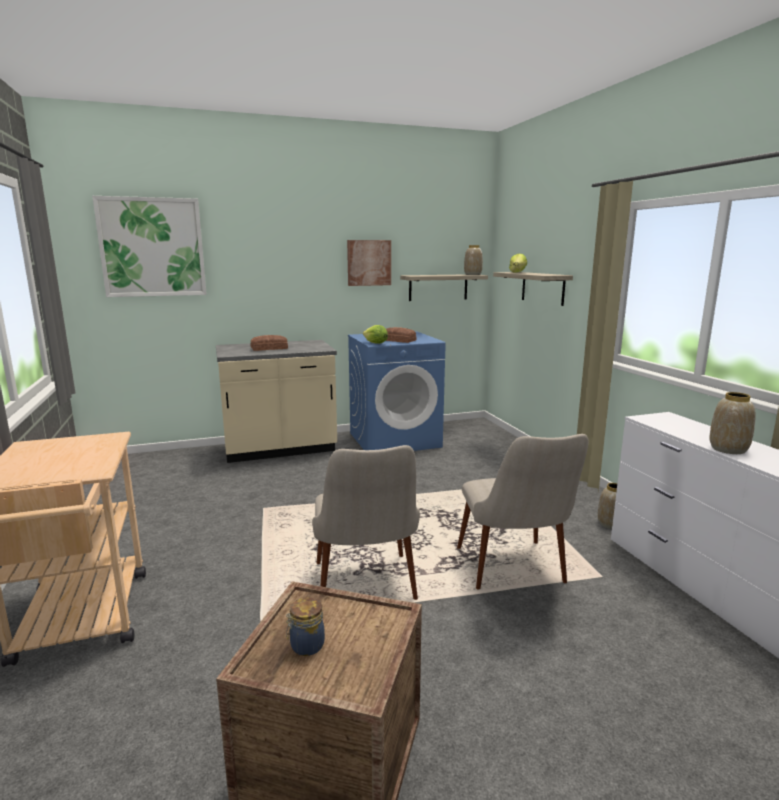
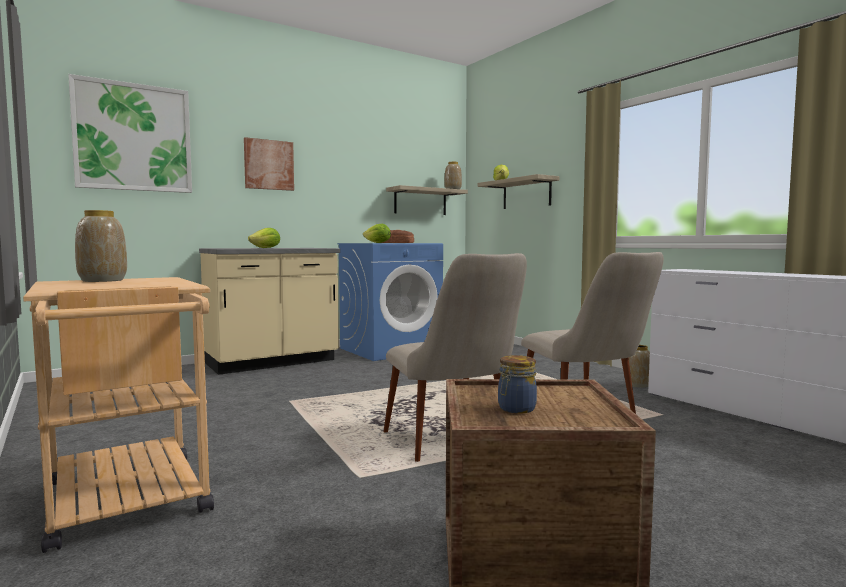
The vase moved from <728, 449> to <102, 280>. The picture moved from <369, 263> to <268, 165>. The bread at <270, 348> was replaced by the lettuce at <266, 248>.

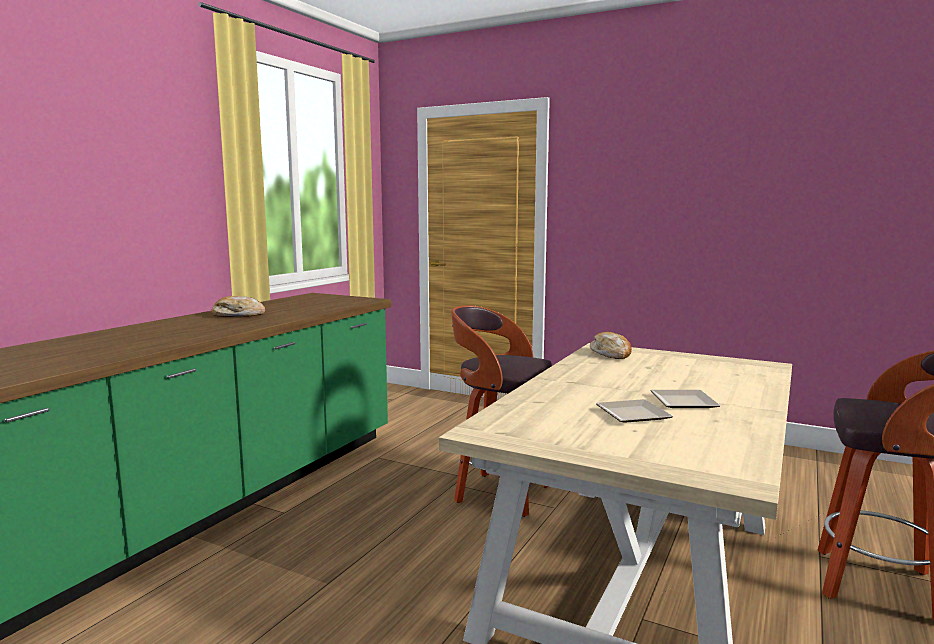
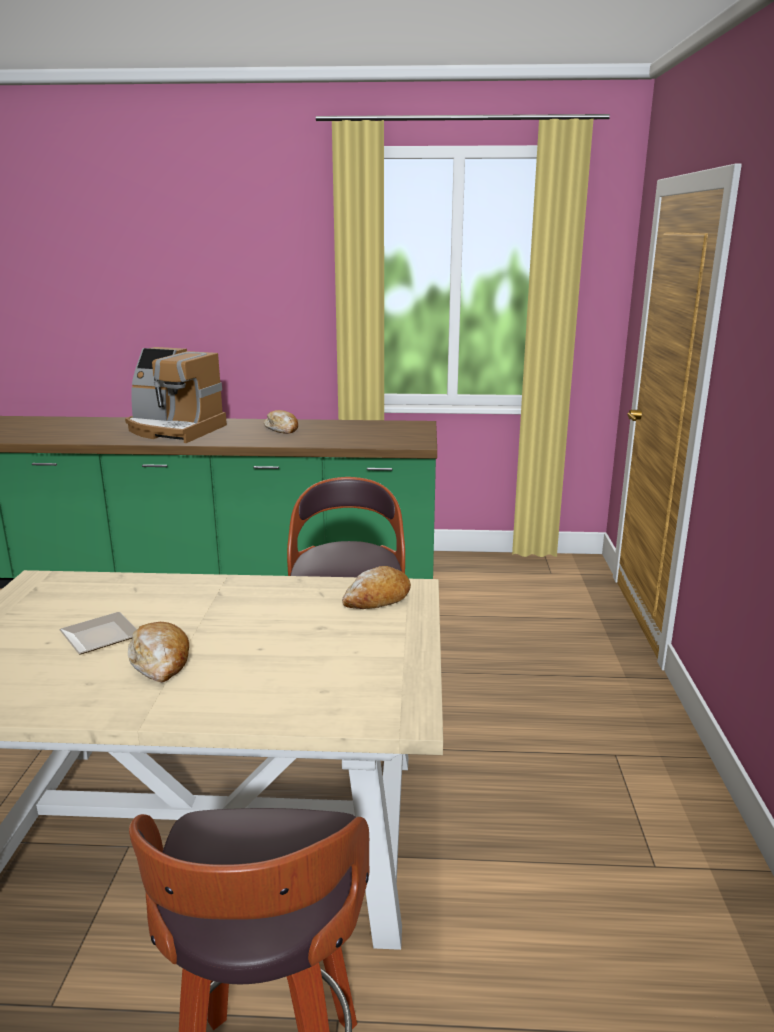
The coffee machine at <174, 430> appeared. The plate at <685, 402> was replaced by the bread at <160, 661>.

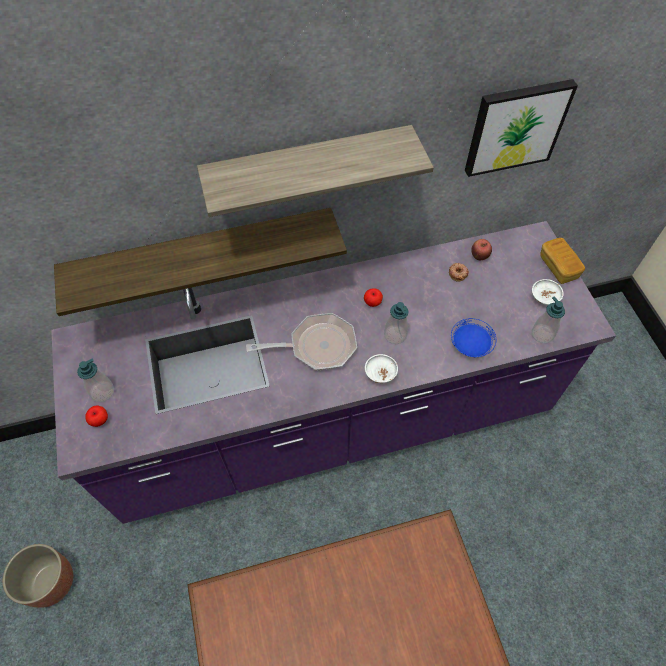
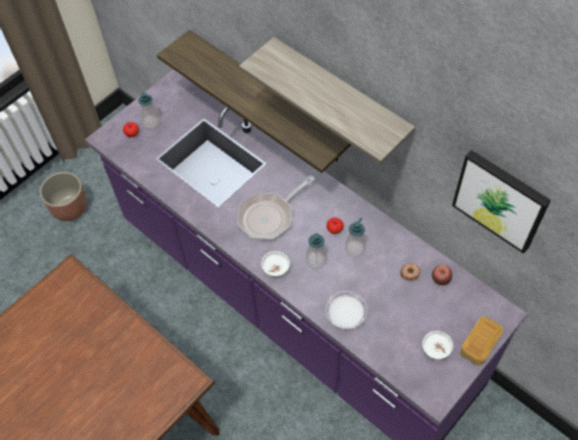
The frying pan at <317, 346> turned 90 degrees clockwise. The plate/blue at <470, 345> became the plate/white at <345, 315>. The soap dispenser moved from <542, 334> to <355, 248>.

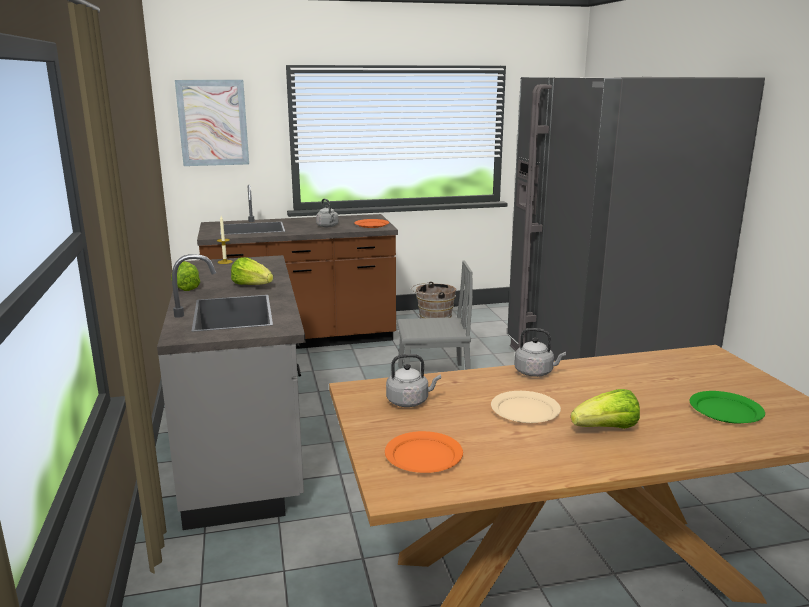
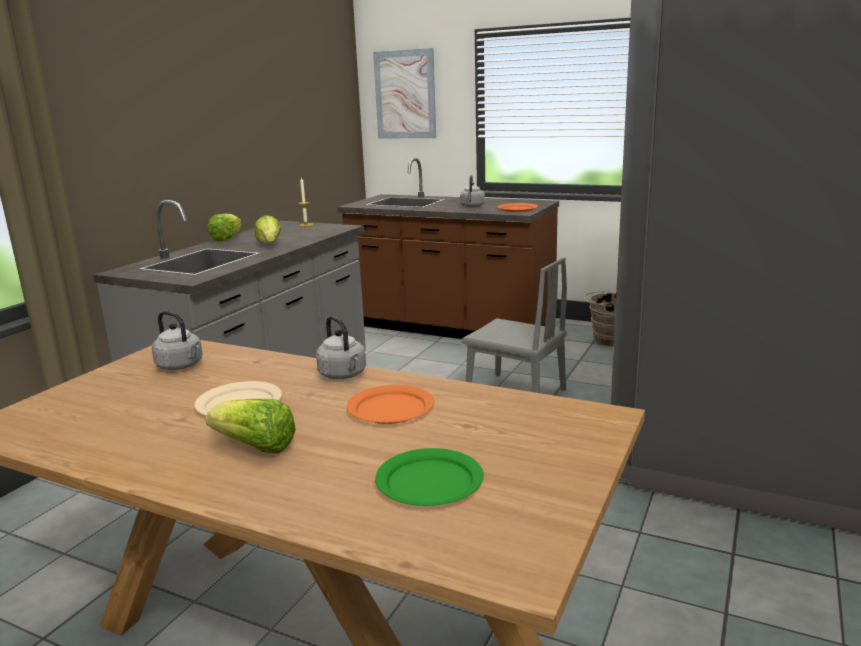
The plate/orange moved from <423, 455> to <391, 408>.

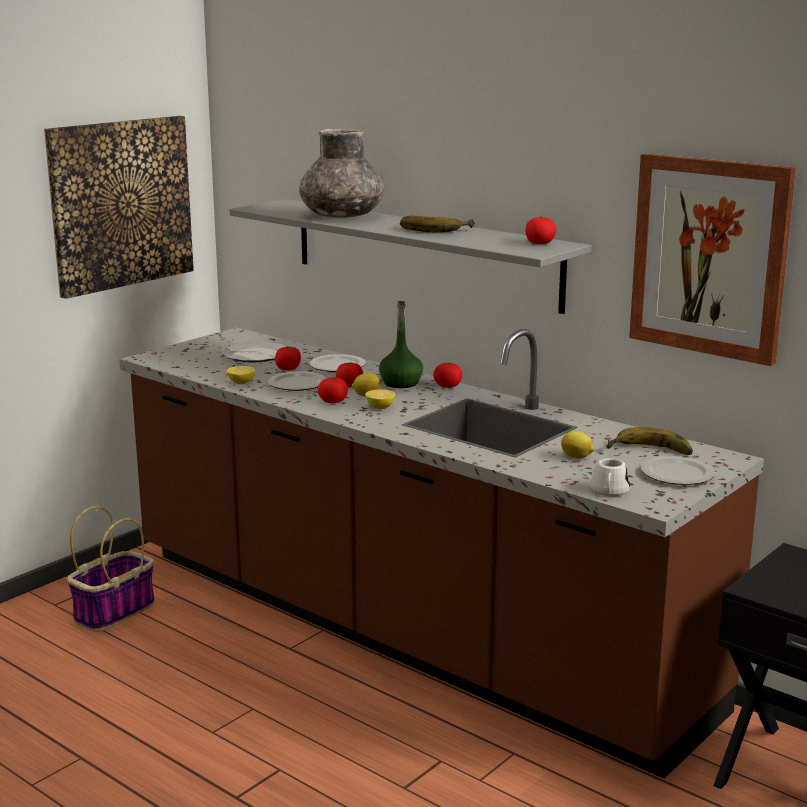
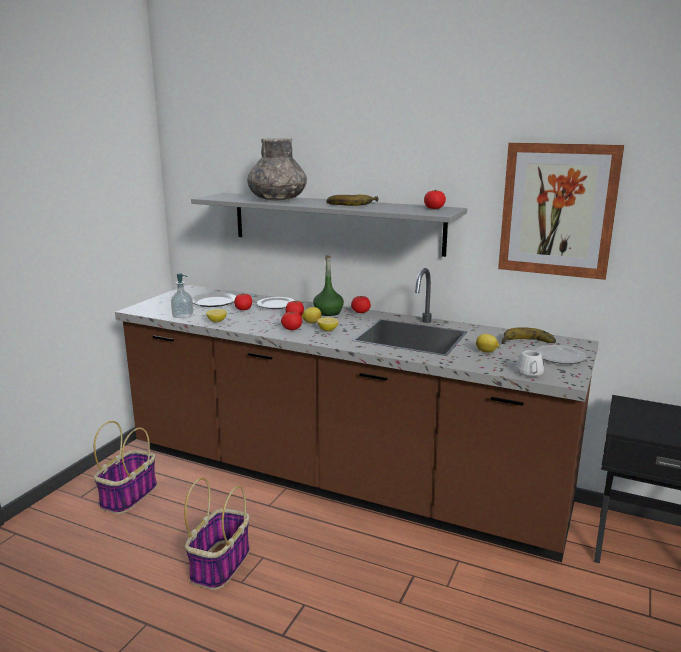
The soap dispenser at <183, 316> appeared. The basket at <220, 564> appeared. The picture at <120, 204> disappeared. The plate at <296, 384> disappeared.

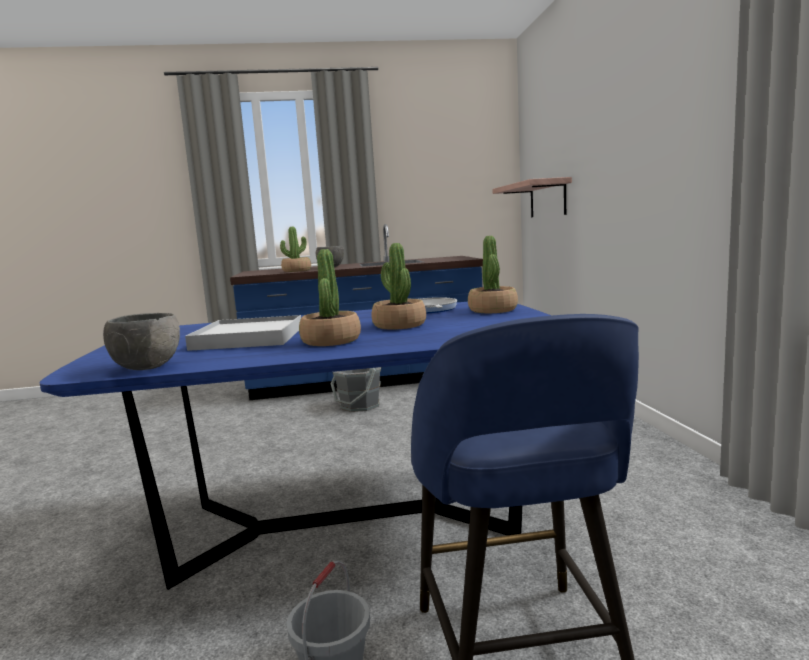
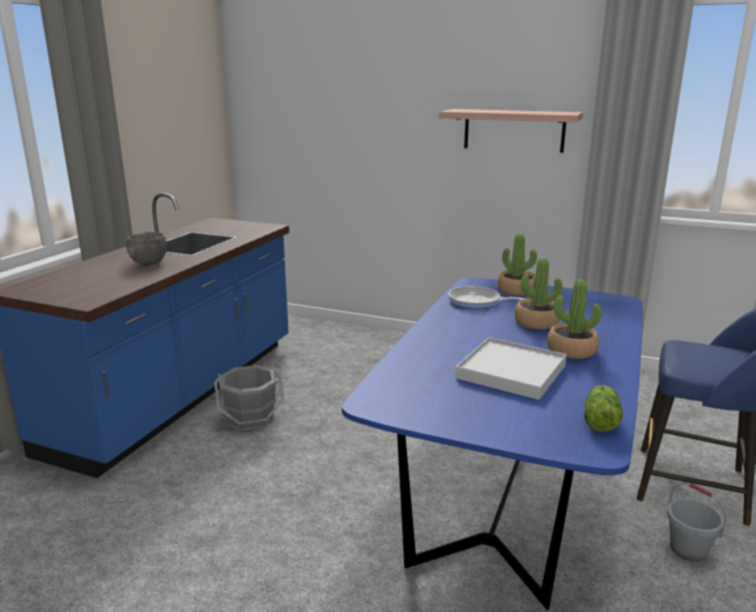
The shelf moved from <547, 199> to <514, 130>. The bowl/grey at <148, 367> was replaced by the lettuce at <601, 420>. The potted plant at <296, 271> disappeared.

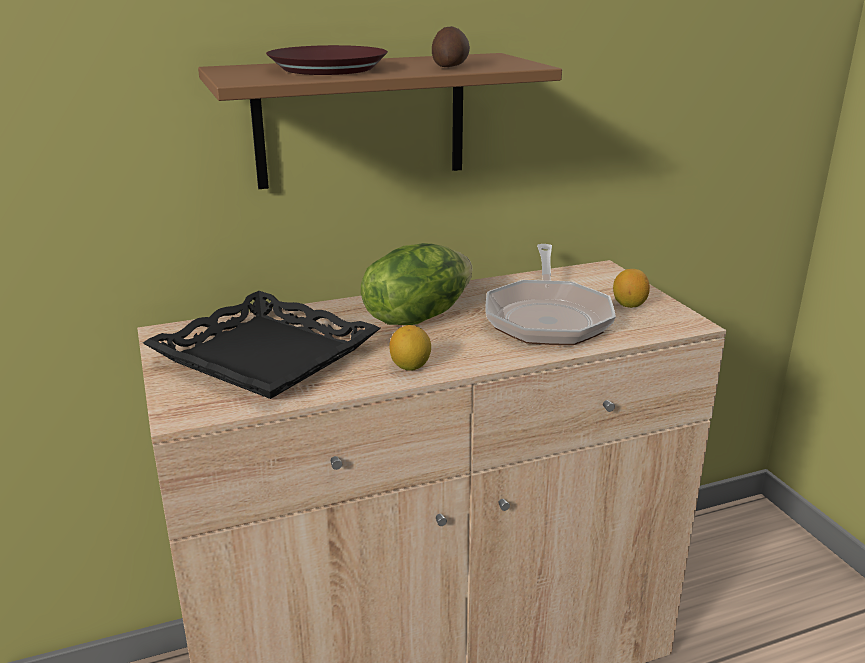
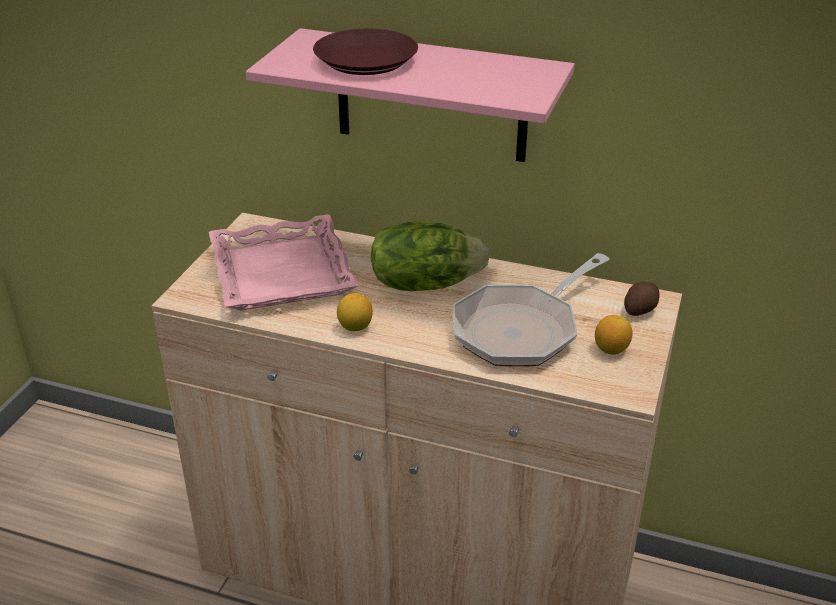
The tray/black at <264, 356> became the tray/pink at <281, 273>. The shelf/brown at <361, 120> became the shelf/pink at <431, 96>. The potato moved from <450, 66> to <641, 309>.

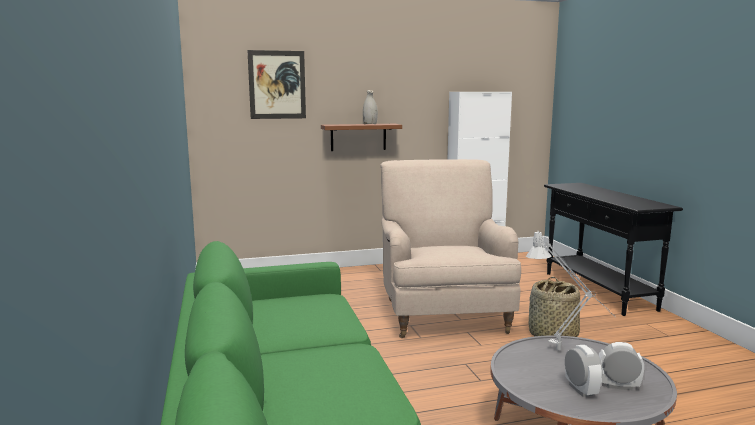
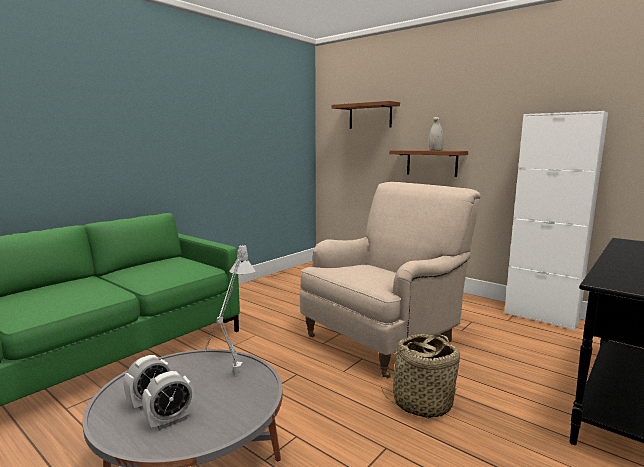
The alarm clock at <618, 386> turned 75 degrees clockwise. The picture at <277, 85> was replaced by the shelf/brown at <370, 116>.

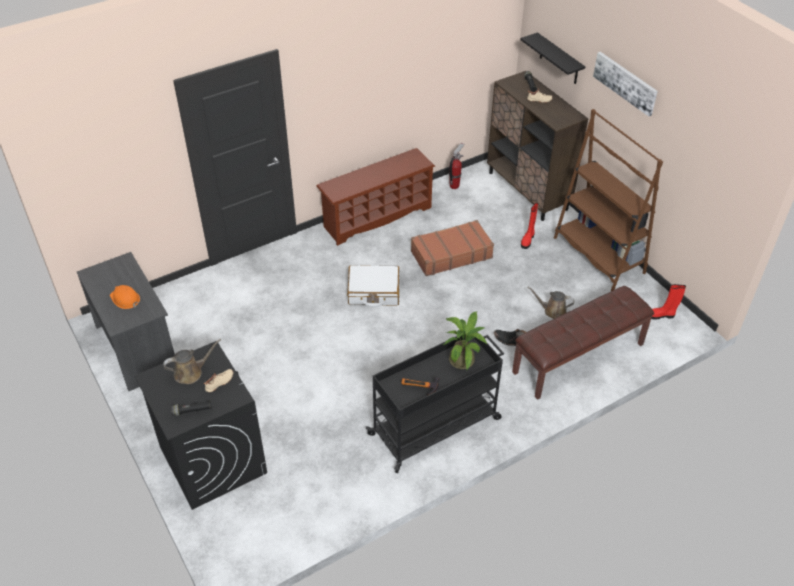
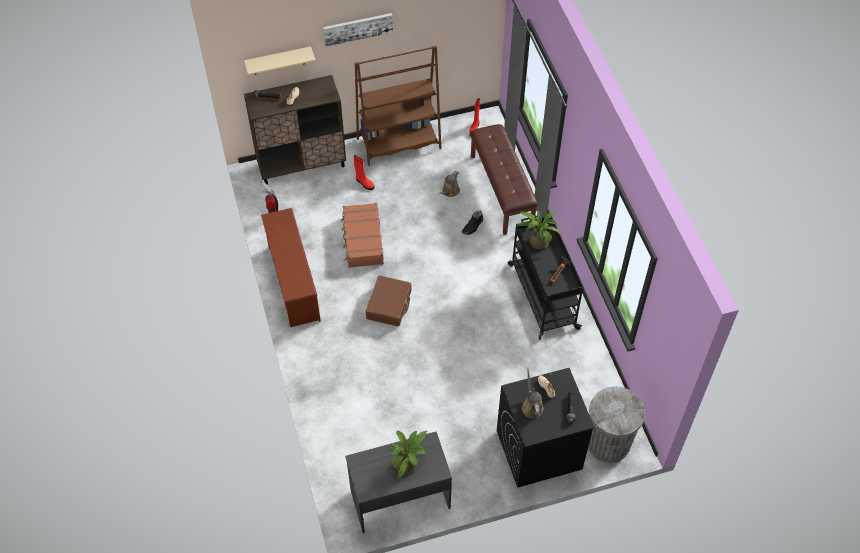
The shelf/black at <559, 59> became the shelf/beige at <278, 61>. The suitcase/white at <373, 292> became the suitcase/brown at <389, 305>. The hard hat/orange at <125, 299> was replaced by the potted plant at <408, 463>. The trash can/grey at <608, 442> appeared.

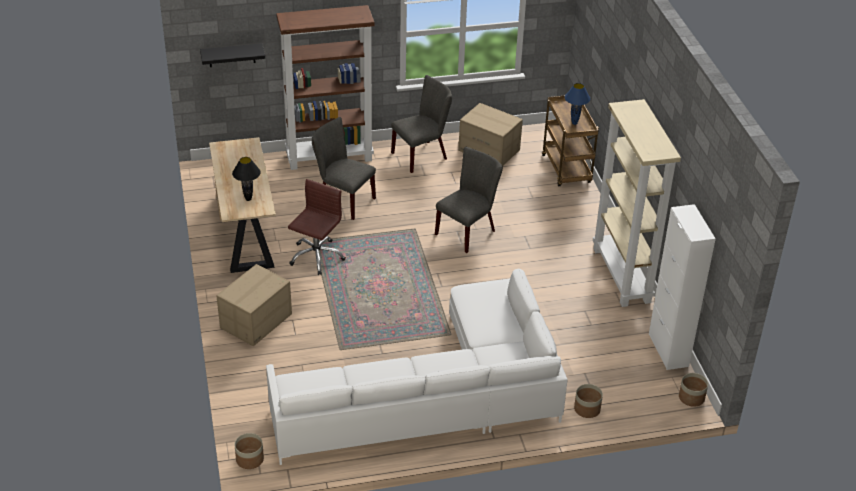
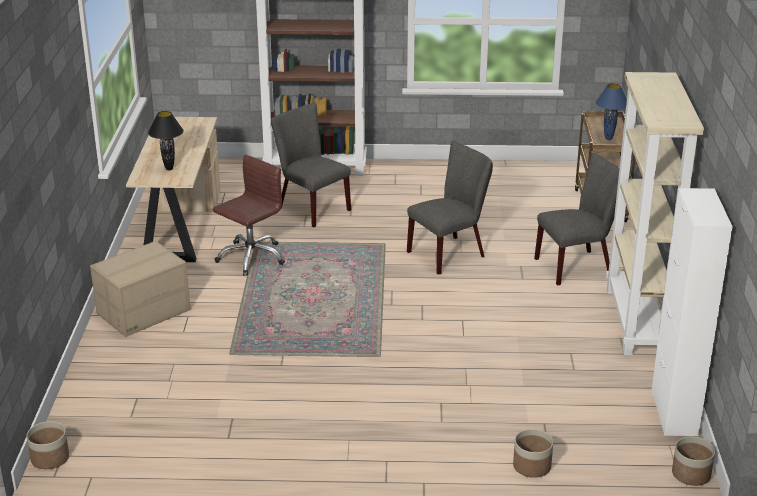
The chair/grey moved from <422, 155> to <578, 266>. The shelf/black at <232, 55> disappeared. The sofa/white at <436, 395> disappeared. The cardboard box at <489, 150> disappeared.

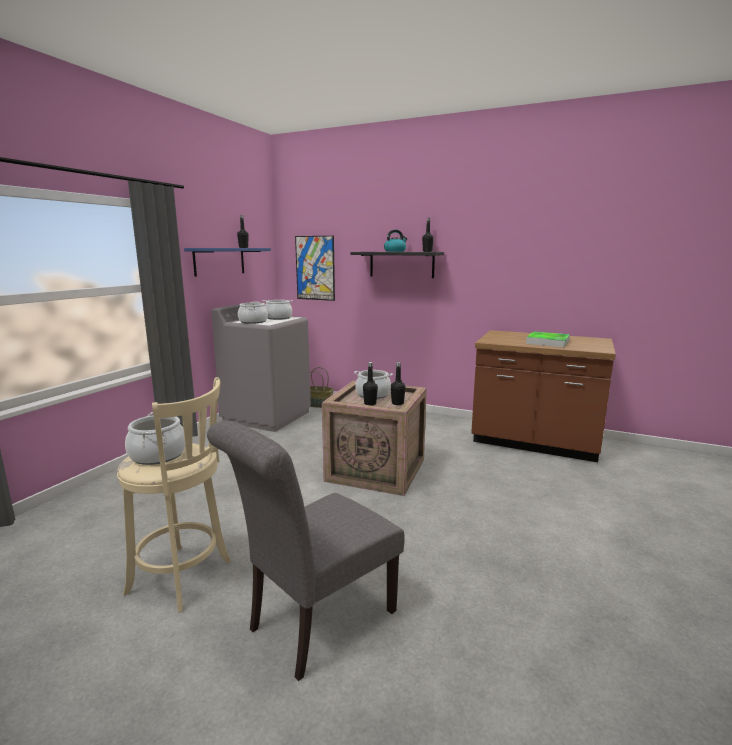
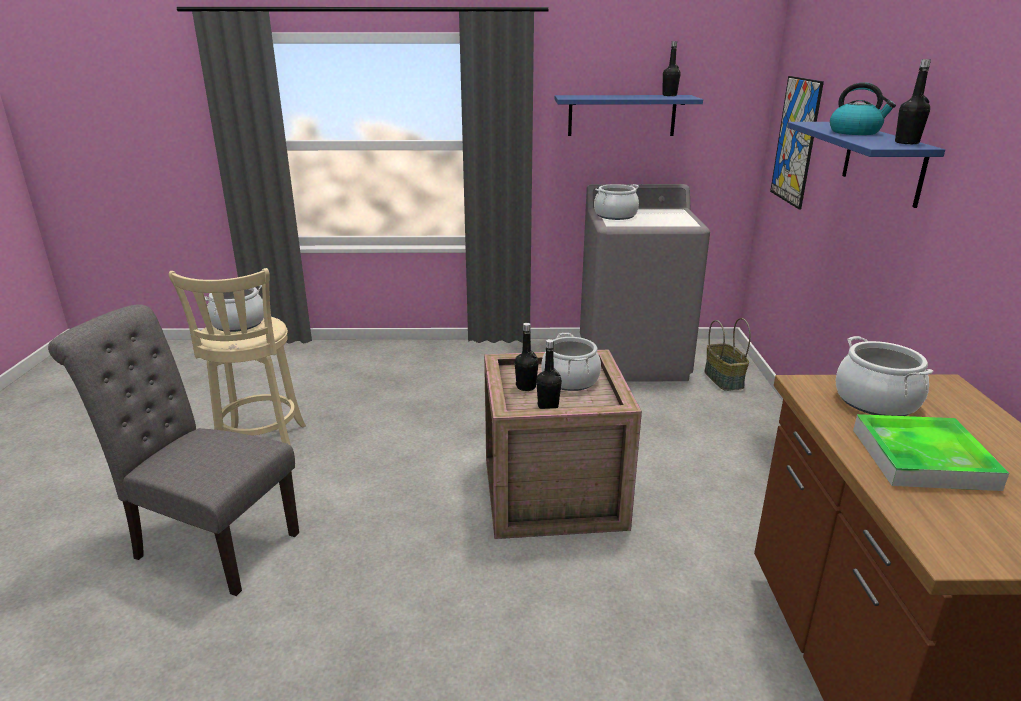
The shelf/black at <401, 264> became the shelf/blue at <882, 162>. The cooking pot moved from <278, 318> to <876, 401>.

